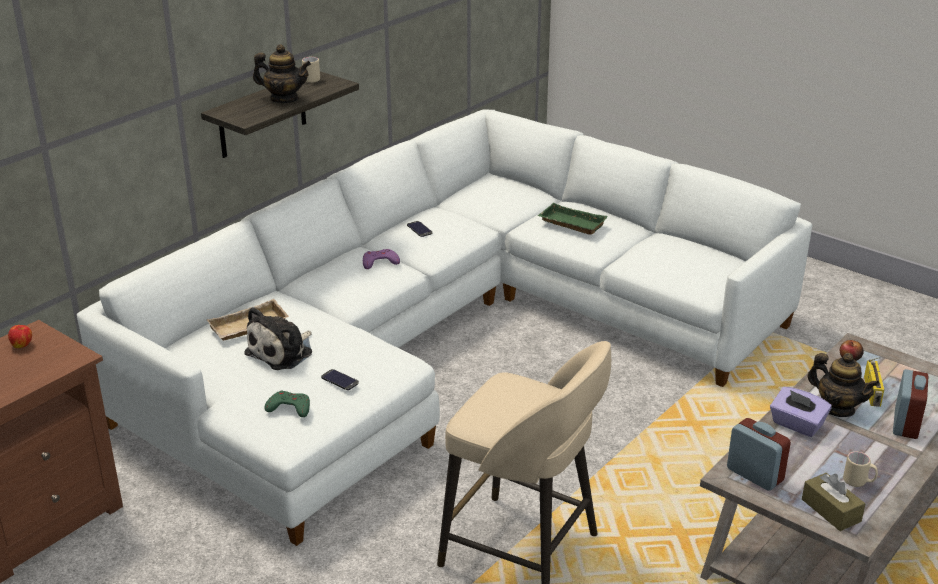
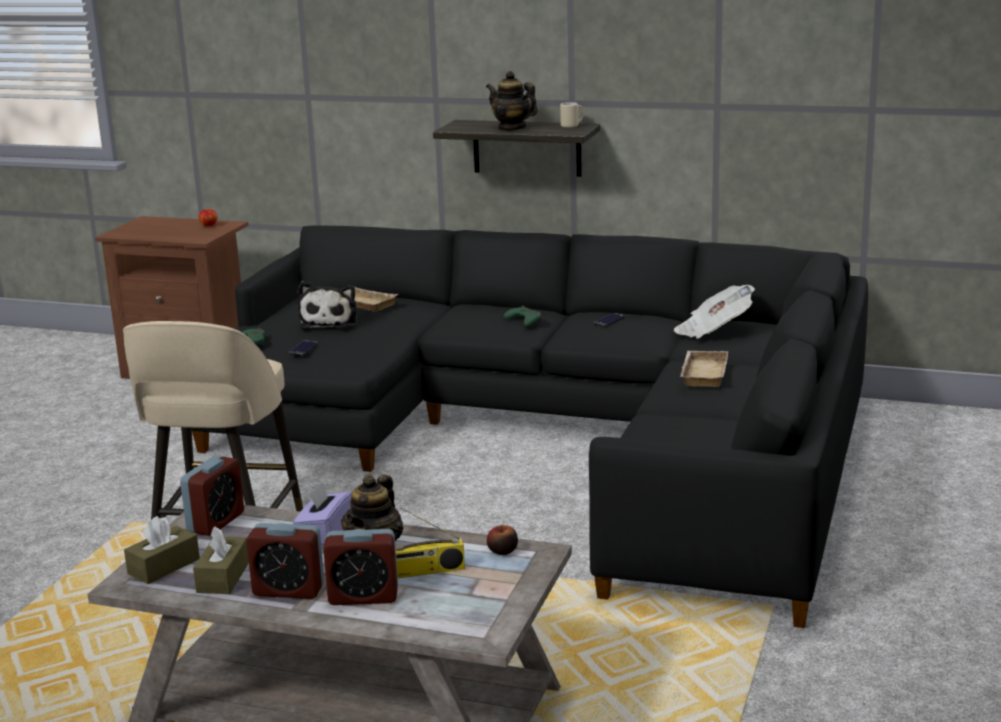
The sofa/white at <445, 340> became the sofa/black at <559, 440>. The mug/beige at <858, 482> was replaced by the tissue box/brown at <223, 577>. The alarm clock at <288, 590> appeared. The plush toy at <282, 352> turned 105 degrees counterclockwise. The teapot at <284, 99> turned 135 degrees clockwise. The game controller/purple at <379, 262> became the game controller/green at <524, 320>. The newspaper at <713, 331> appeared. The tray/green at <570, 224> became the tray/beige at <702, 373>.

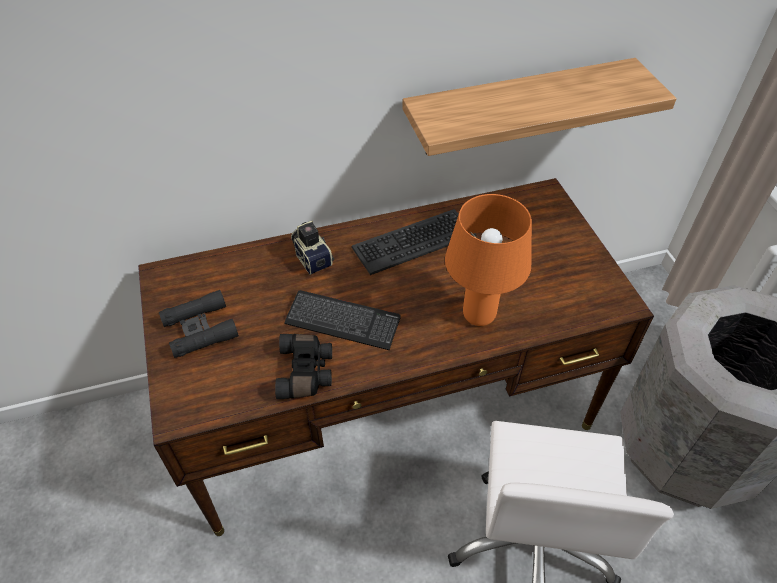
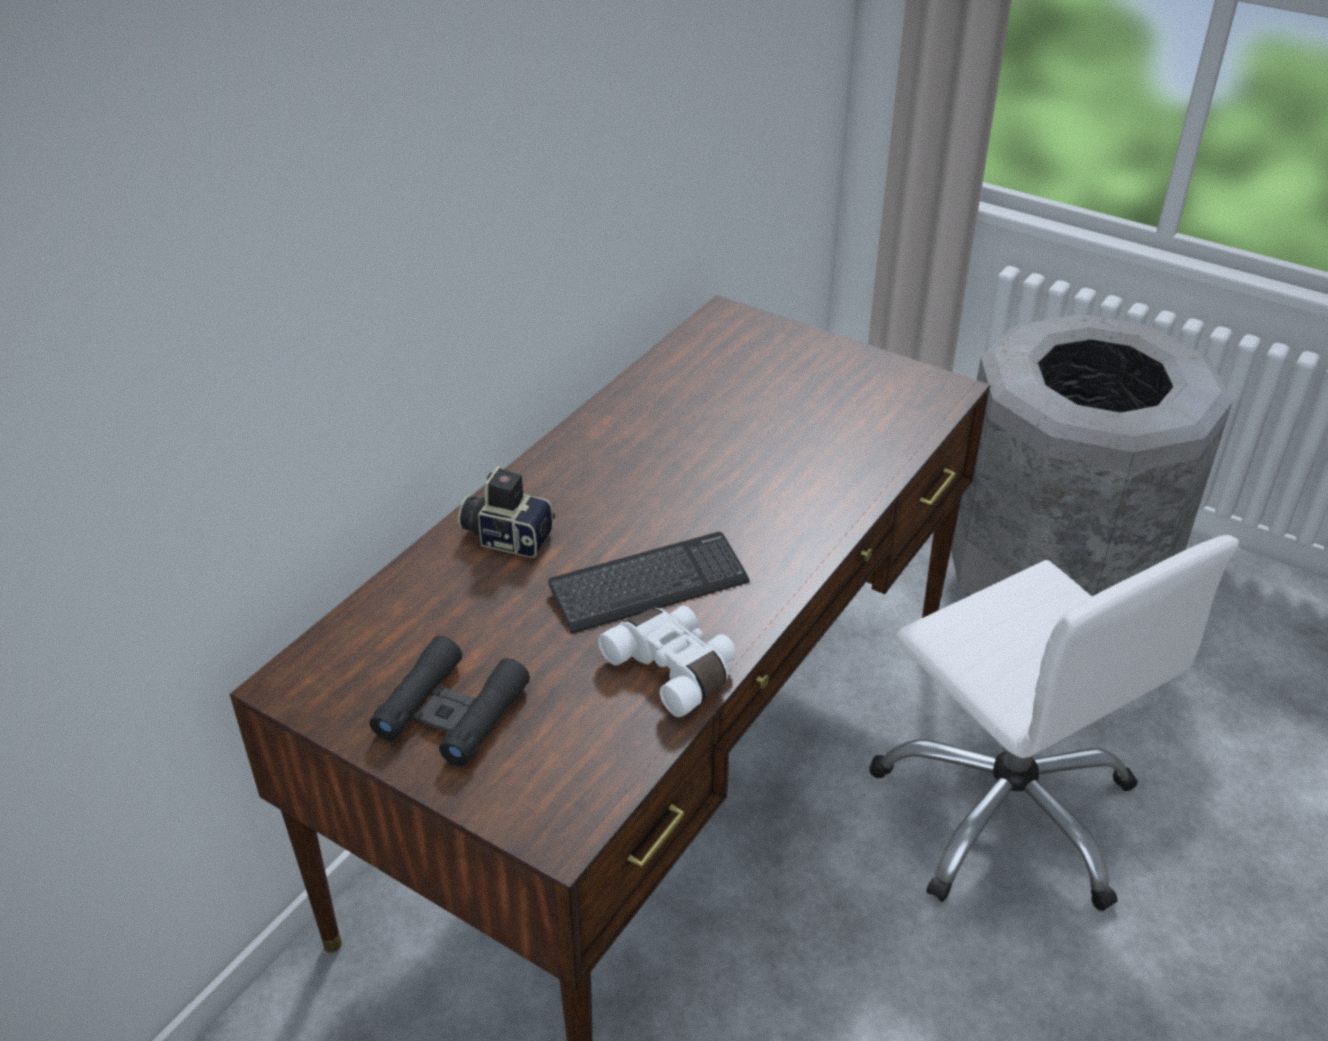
The binoculars/black at <306, 372> became the binoculars/white at <675, 668>. The keyboard at <413, 241> disappeared. The shelf at <517, 107> disappeared. The table lamp/orange at <479, 315> disappeared.

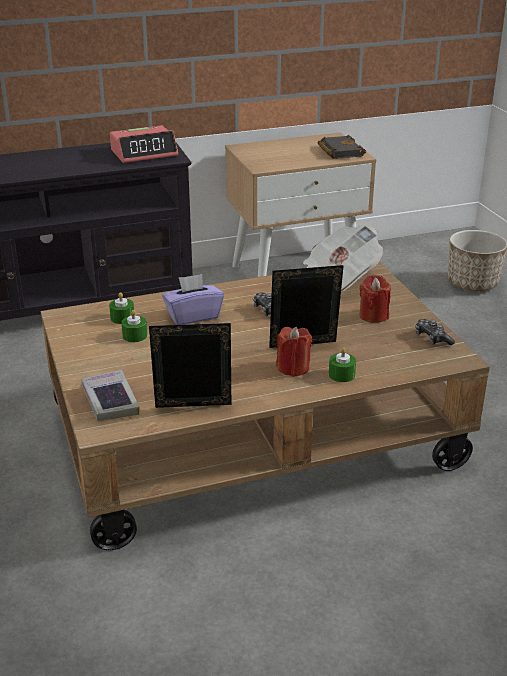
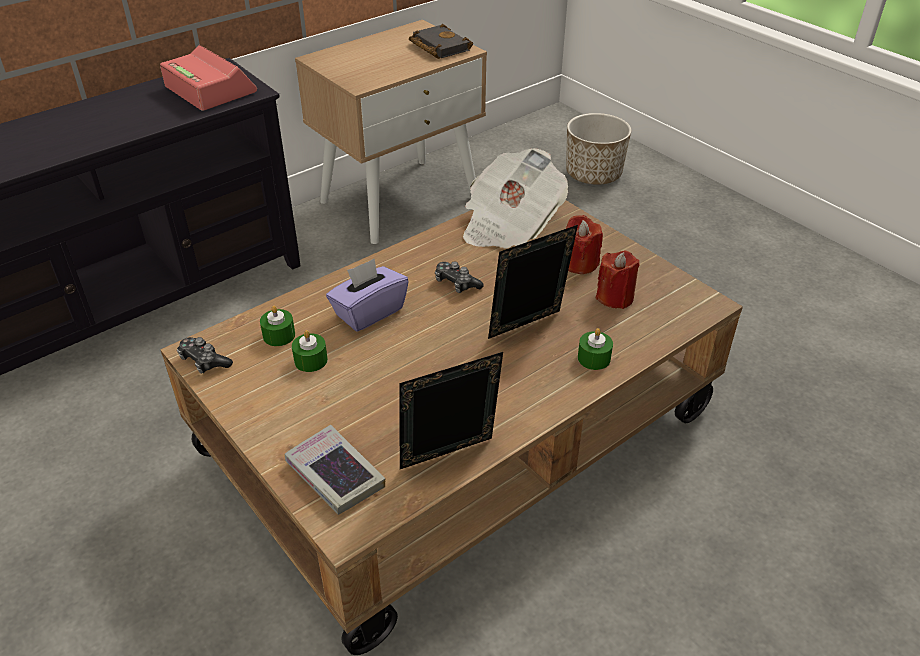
The alarm clock at <144, 153> turned 90 degrees counterclockwise. The game controller moved from <432, 338> to <204, 361>. The candle/red moved from <293, 368> to <615, 297>.

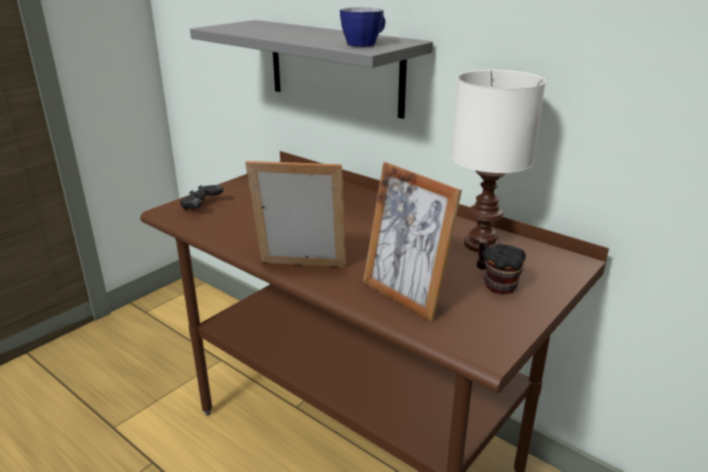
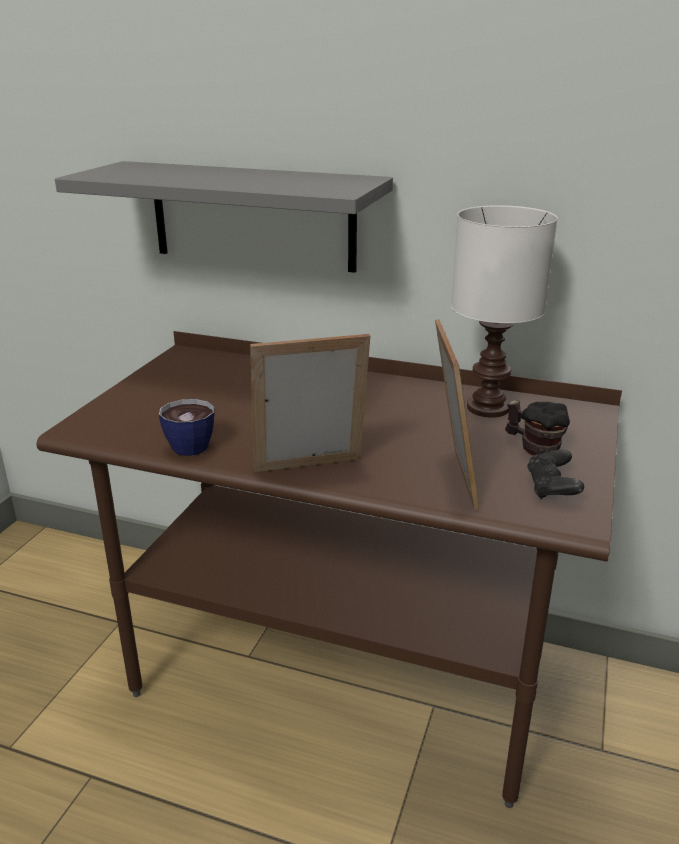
The cup moved from <366, 43> to <195, 443>. The picture frame at <405, 296> turned 120 degrees counterclockwise. The game controller/black moved from <201, 206> to <552, 488>.

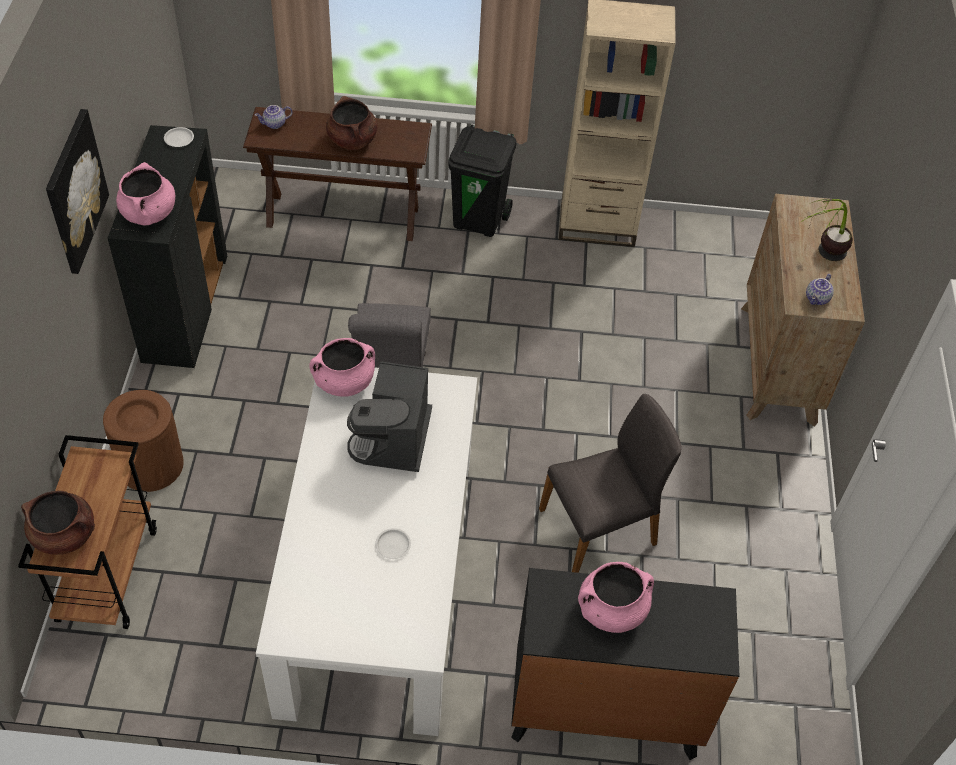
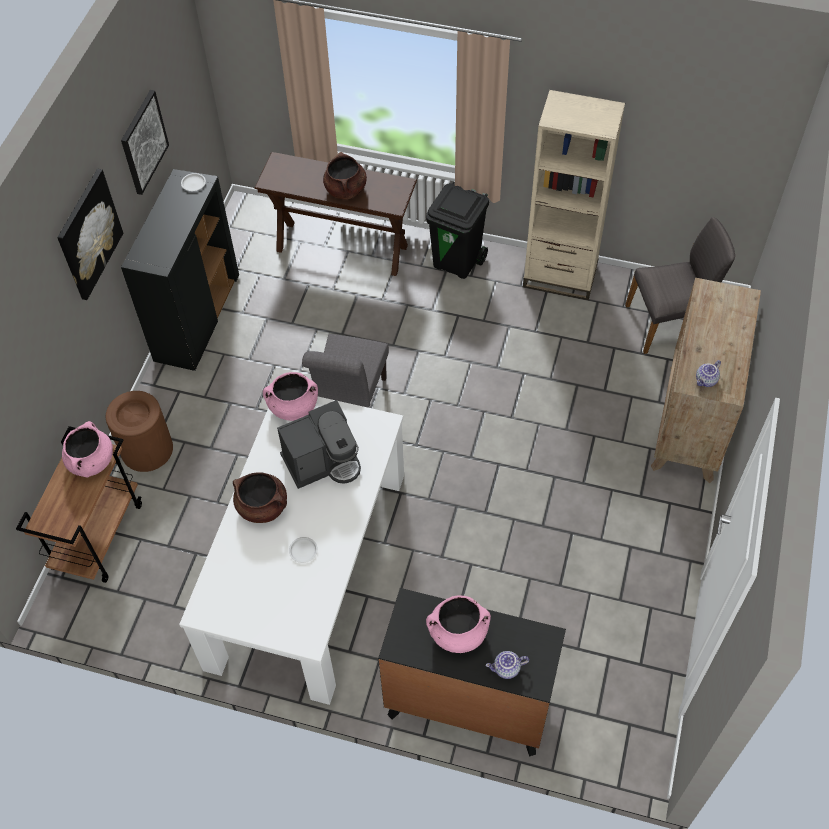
The cooking pot/pink moved from <149, 213> to <91, 461>. The picture at <143, 142> appeared. The cooking pot/brown moved from <64, 535> to <262, 506>. The coffee machine at <394, 440> turned 135 degrees counterclockwise. The teapot moved from <274, 124> to <506, 669>. The chair/grey moved from <600, 527> to <669, 323>. The potted plant at <820, 258> disappeared.

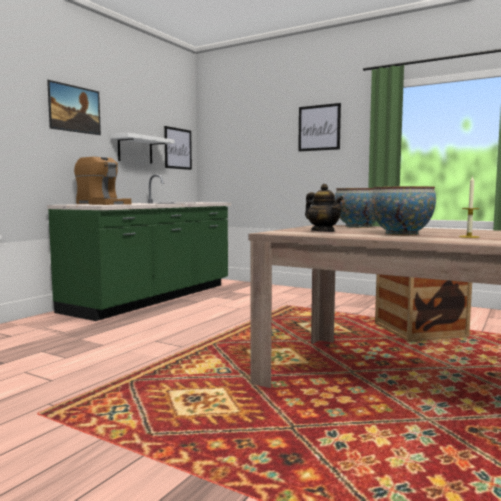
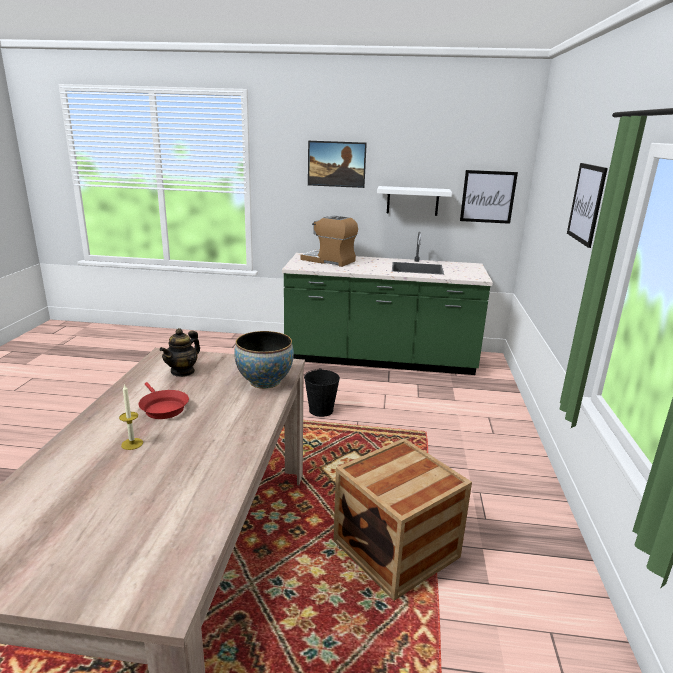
The bowl at <401, 234> was replaced by the frying pan/red at <162, 408>. The coffee machine at <102, 204> turned 105 degrees clockwise. The bucket/black at <321, 410> appeared.

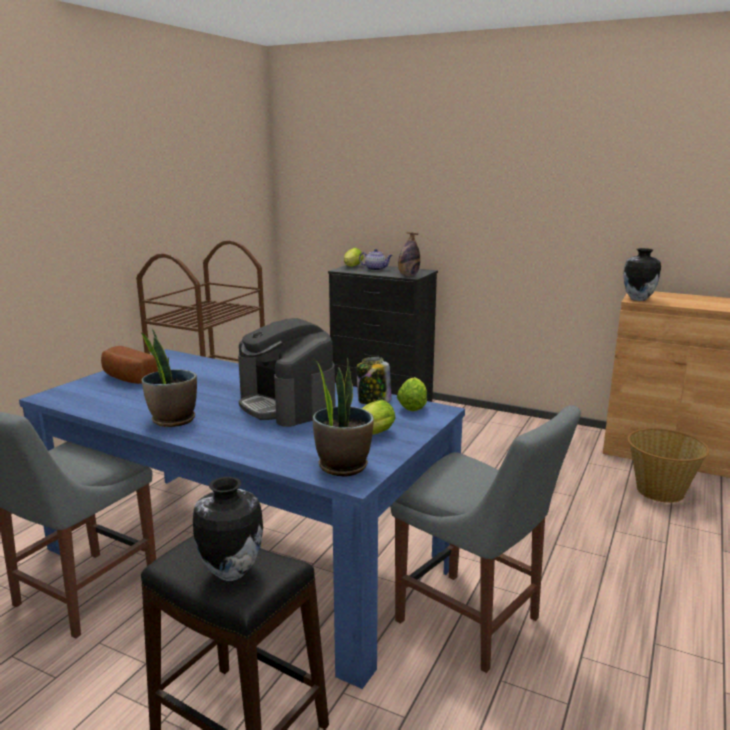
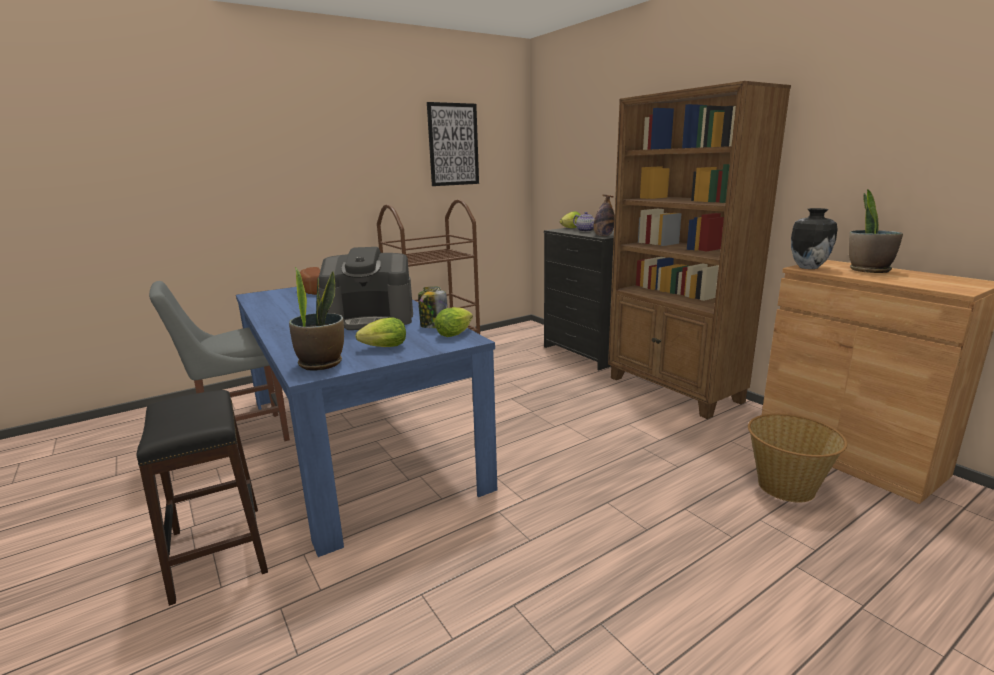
The coffee machine at <287, 405> turned 90 degrees counterclockwise. The picture at <453, 144> appeared. The bookcase/brown at <674, 390> appeared. The potted plant moved from <173, 420> to <868, 270>. The vase at <230, 572> disappeared. The chair/grey at <473, 623> disappeared.

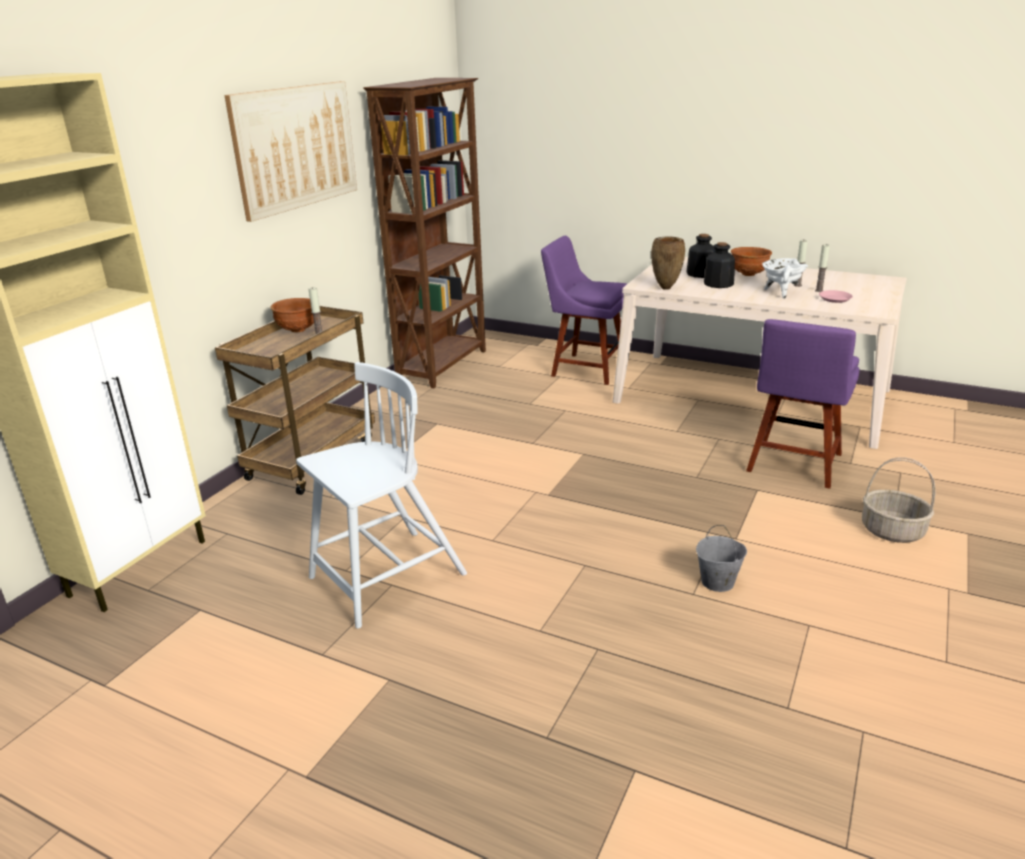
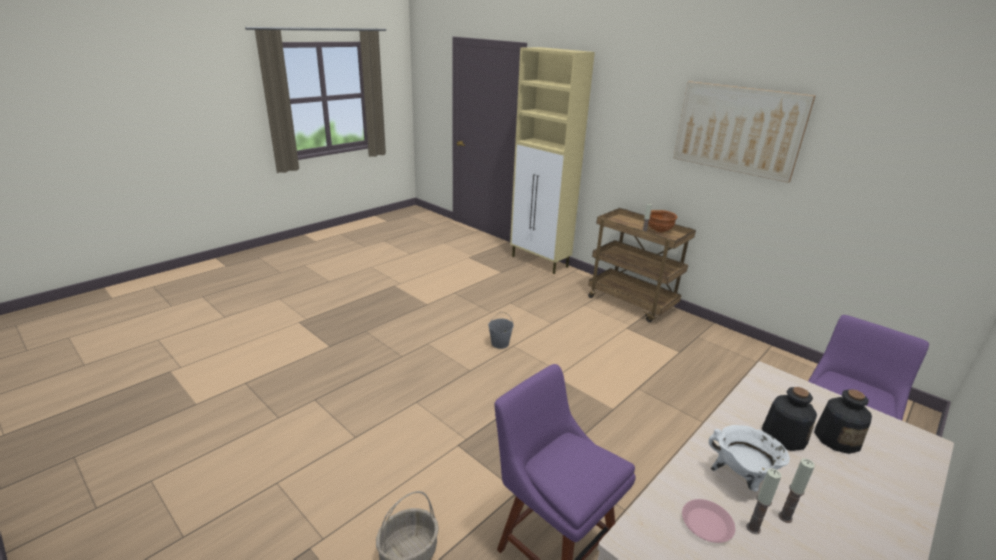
The bucket/grey moved from <717, 582> to <500, 343>. The chair/white at <385, 578> disappeared. The bookcase/brown at <444, 365> disappeared. The vase/brown at <666, 288> disappeared. The bowl/brown at <749, 274> disappeared.

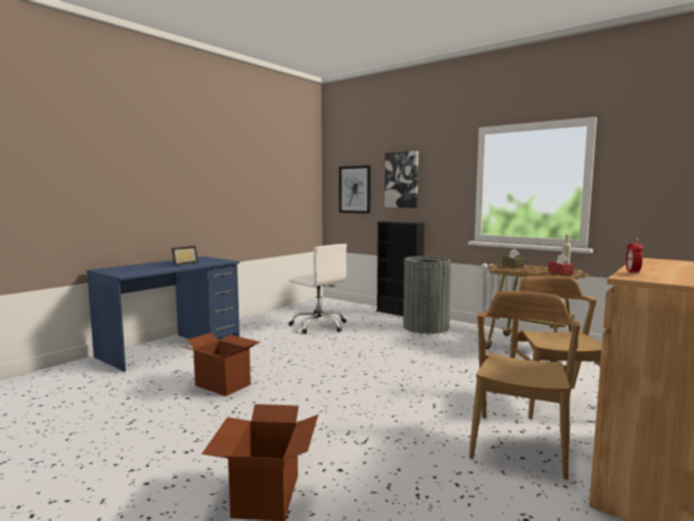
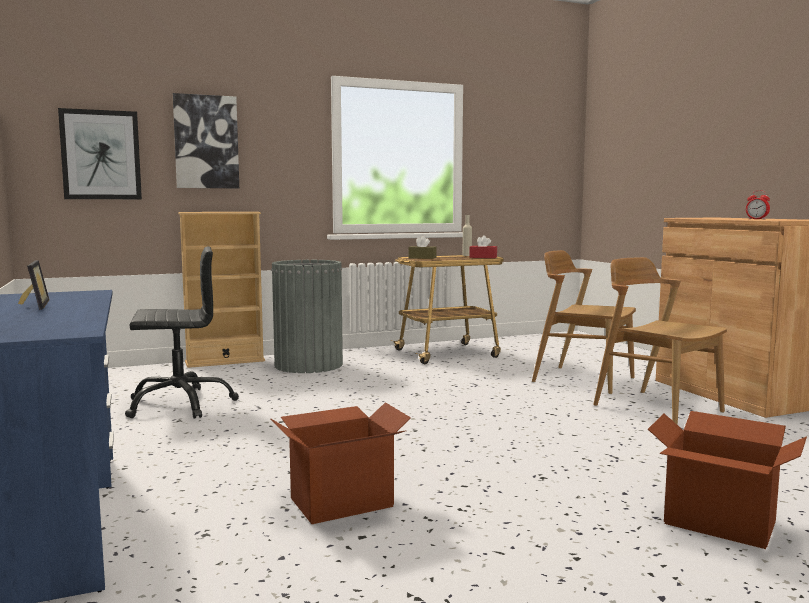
The office chair/white at <319, 326> became the office chair/black at <180, 404>. The bookcase/black at <399, 313> became the bookcase/beige at <225, 361>.

